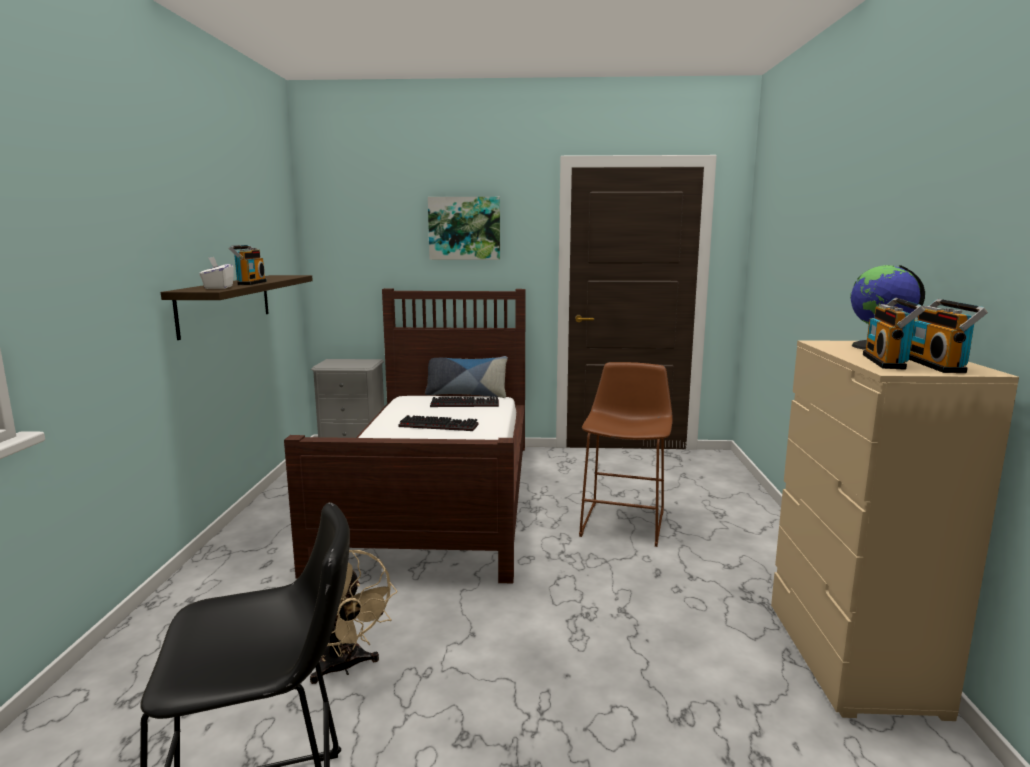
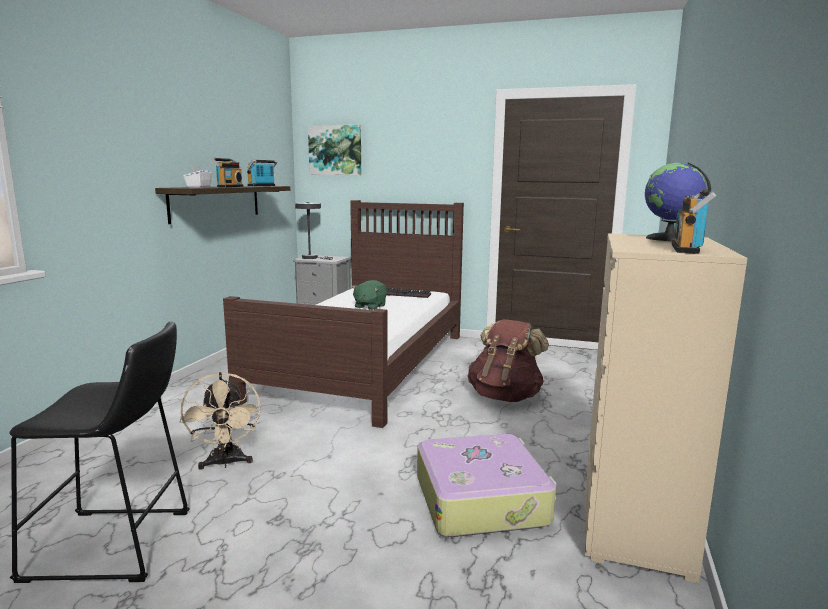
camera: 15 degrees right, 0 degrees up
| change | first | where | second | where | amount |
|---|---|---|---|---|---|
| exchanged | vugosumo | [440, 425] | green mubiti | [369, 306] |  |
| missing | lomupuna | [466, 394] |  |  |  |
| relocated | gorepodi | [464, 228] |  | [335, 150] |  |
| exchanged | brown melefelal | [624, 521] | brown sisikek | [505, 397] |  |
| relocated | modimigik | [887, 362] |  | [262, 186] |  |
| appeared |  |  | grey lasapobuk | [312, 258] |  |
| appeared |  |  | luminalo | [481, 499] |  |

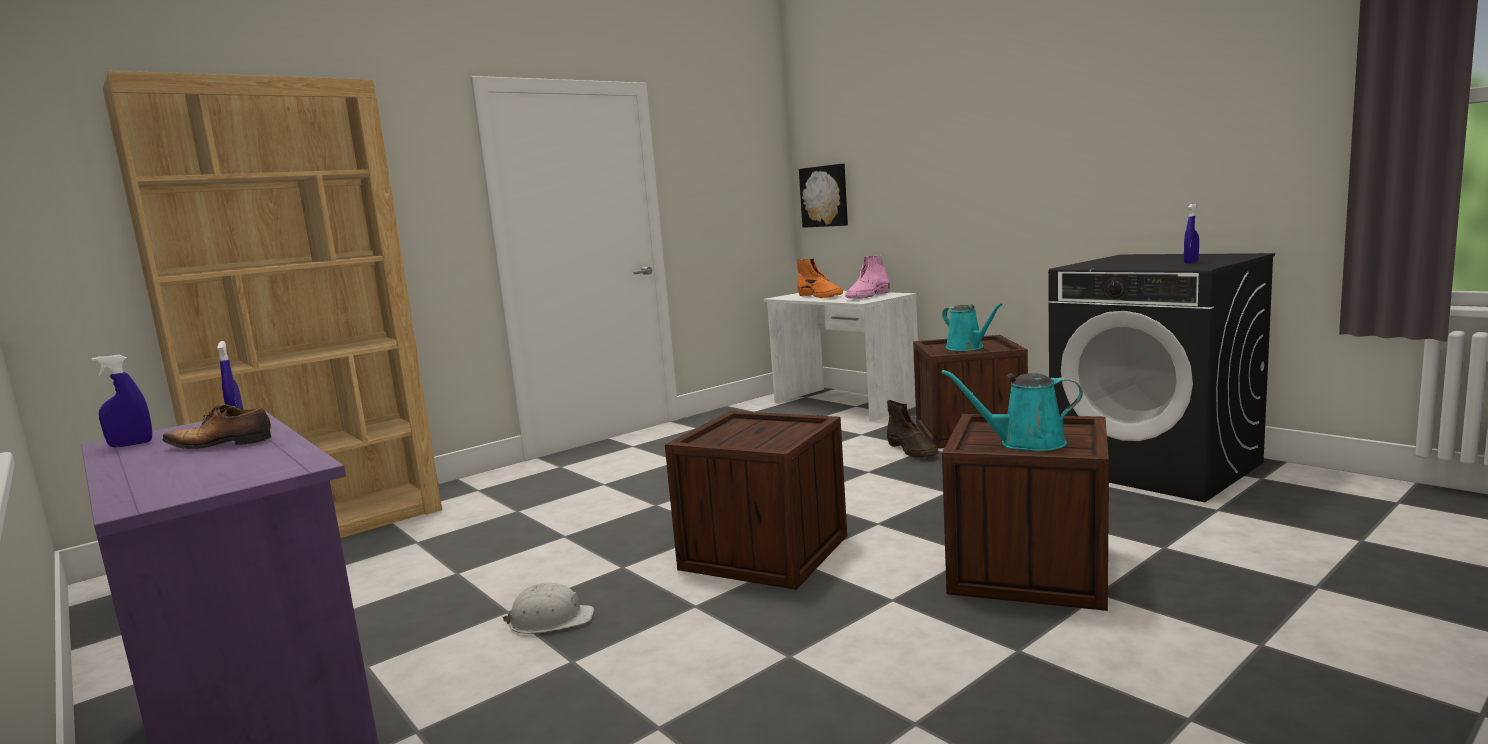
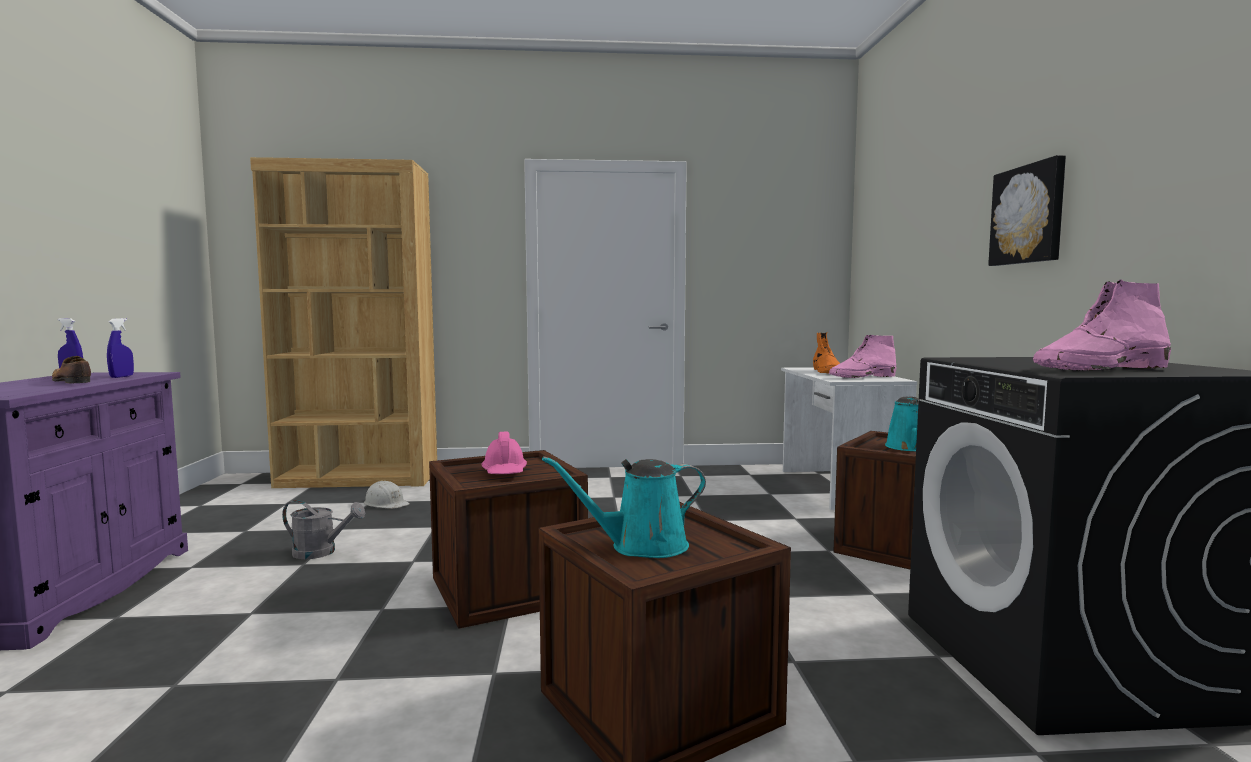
camera: 35 degrees right, 5 degrees down
| change | first | where | second | where | amount |
|---|---|---|---|---|---|
| relocated | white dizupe | [550, 620] |  | [386, 503] |  |
| relocated | gorepodi | [825, 196] |  | [1029, 214] |  |
| missing | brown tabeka | [912, 450] |  |  |  |
| spun | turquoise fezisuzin | [1025, 443] |  | [641, 546] | 60 degrees counterclockwise |
| exchanged | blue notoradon | [1191, 262] | pink tabeka | [1100, 369] |  |
| appeared |  |  | grey fezisuzin | [321, 552] |  |
| appeared |  |  | pink dizupe | [505, 472] |  |

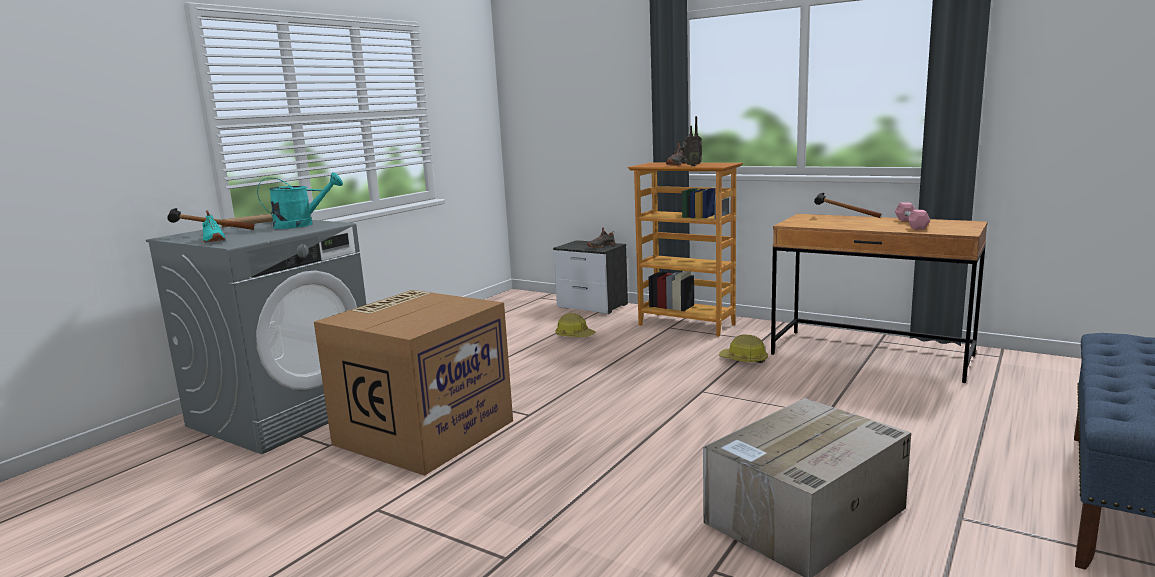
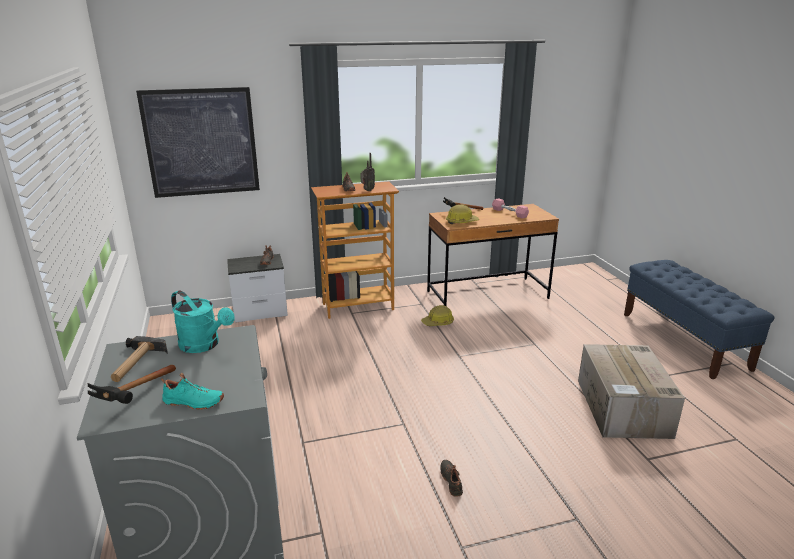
camera: 50 degrees left, 10 degrees up
| change | first | where | second | where | amount |
|---|---|---|---|---|---|
| spun | turquoise fezisuzin | [301, 224] |  | [204, 345] | 105 degrees clockwise |
| missing | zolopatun | [424, 431] |  |  |  |
| relocated | dizupe | [574, 335] |  | [461, 222] |  |
| appeared |  |  | gorepodi | [201, 142] |  |
| appeared |  |  | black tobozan | [452, 481] |  |

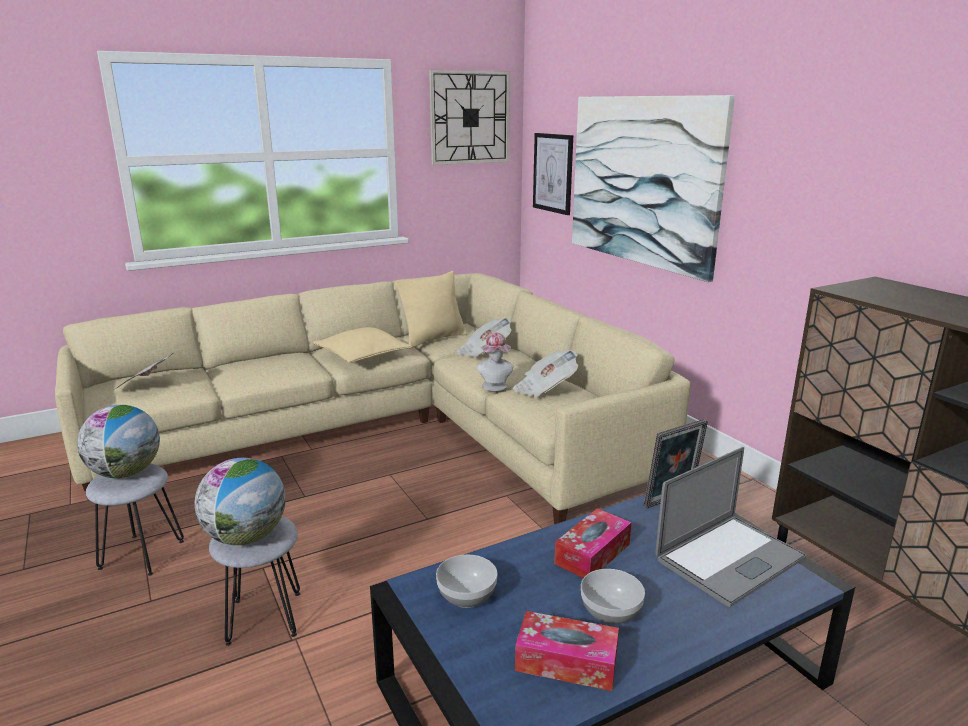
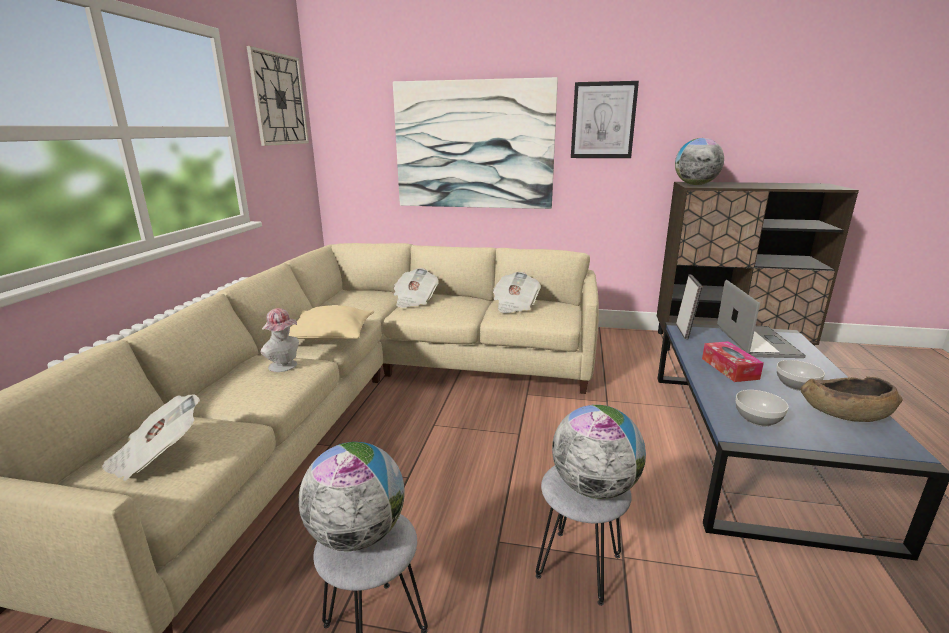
camera: 50 degrees left, 0 degrees up
| change | first | where | second | where | amount |
|---|---|---|---|---|---|
| missing | beige lomupuna | [433, 339] |  |  |  |
| relocated | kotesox | [495, 387] |  | [285, 366] |  |
| exchanged | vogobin | [566, 662] | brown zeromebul | [844, 413] |  |
| relocated | gorepodi | [553, 173] |  | [603, 120] |  |
| appeared |  |  | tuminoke | [695, 184] |  |

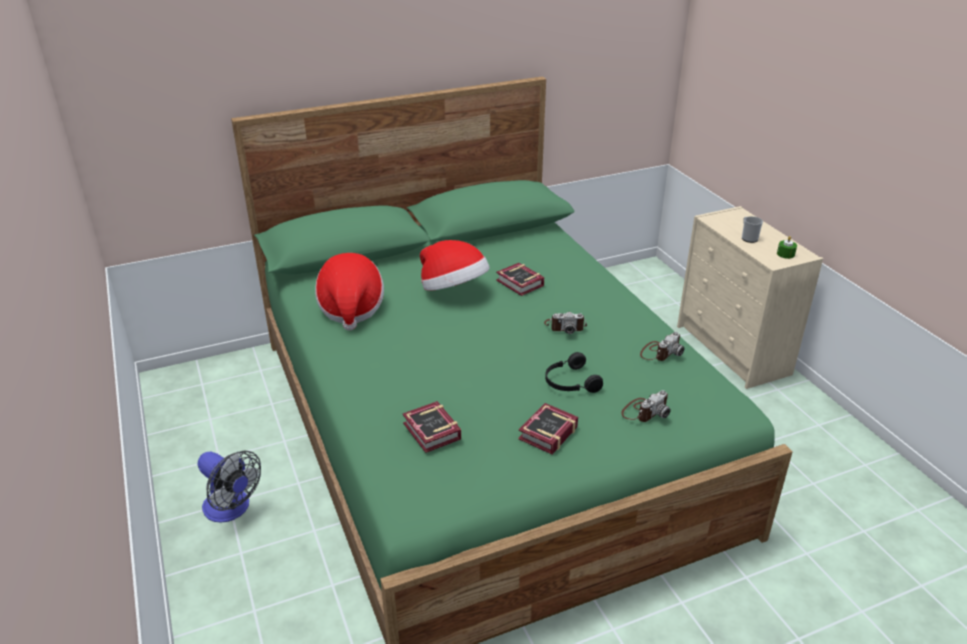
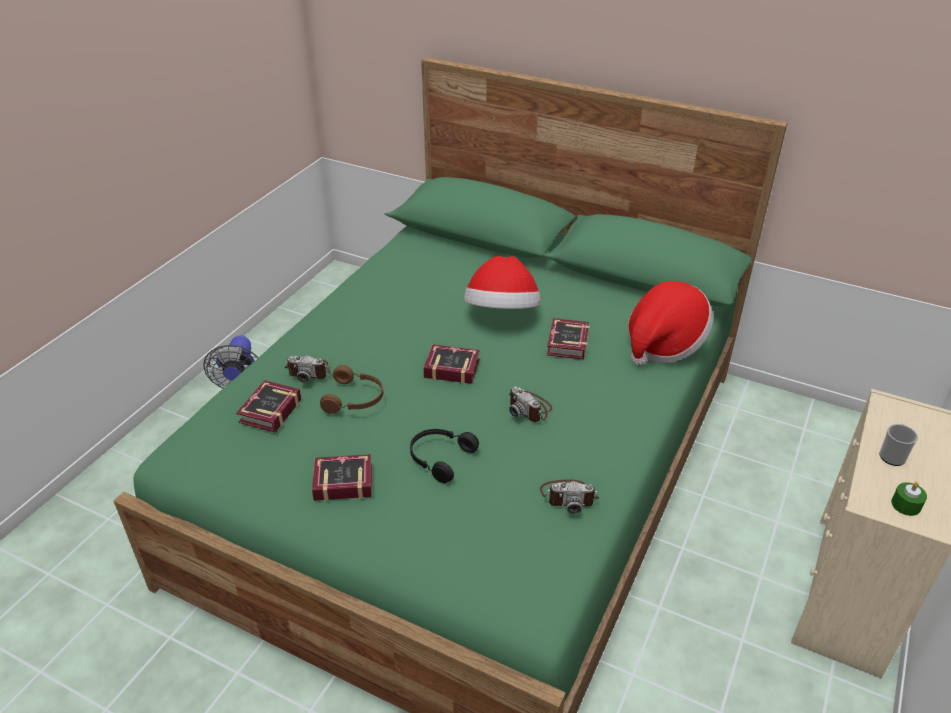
camera: 50 degrees right, 5 degrees up
| change | first | where | second | where | amount |
|---|---|---|---|---|---|
| relocated | kotesox | [351, 308] |  | [664, 343] |  |
| relocated | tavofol | [644, 411] |  | [309, 371] |  |
| appeared |  |  | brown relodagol | [355, 398] |  |
| appeared |  |  | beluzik | [449, 367] |  |

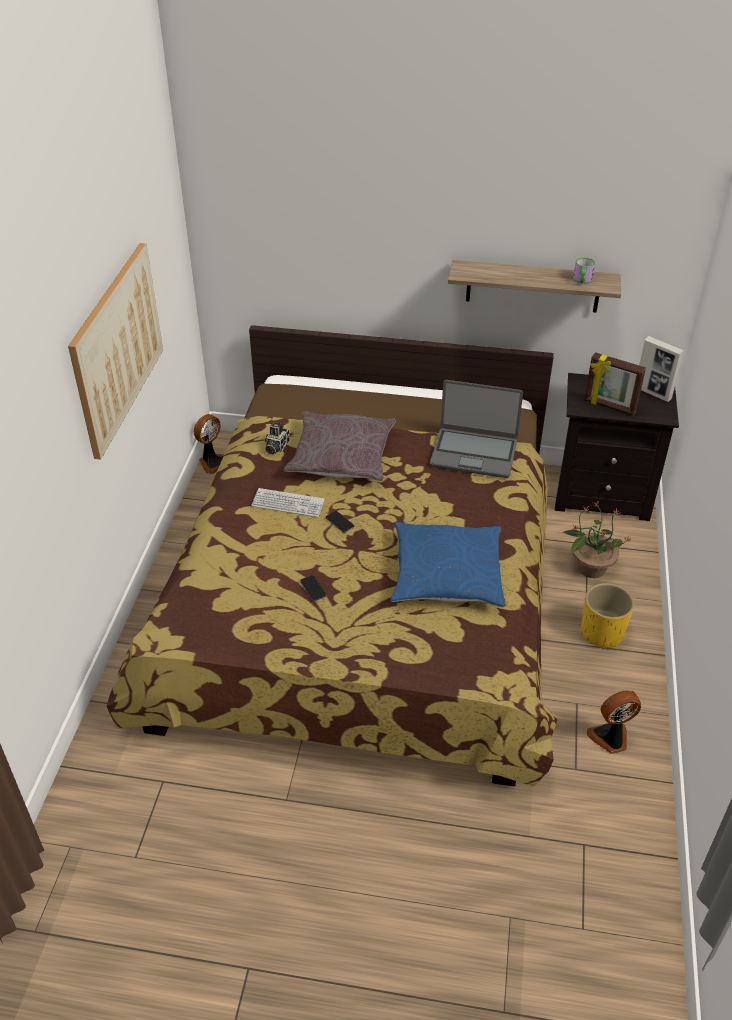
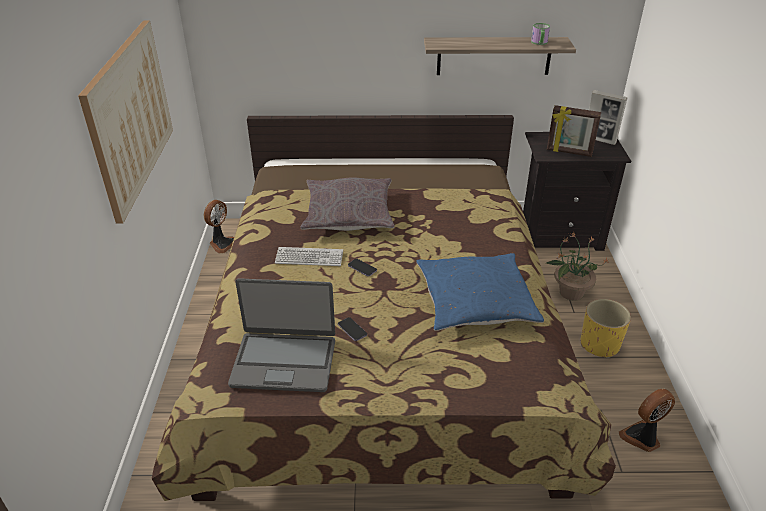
camera: 10 degrees left, 5 degrees down
| change | first | where | second | where | amount |
|---|---|---|---|---|---|
| missing | tavofol | [276, 447] |  |  |  |
| relocated | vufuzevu | [474, 453] |  | [284, 361] |  |

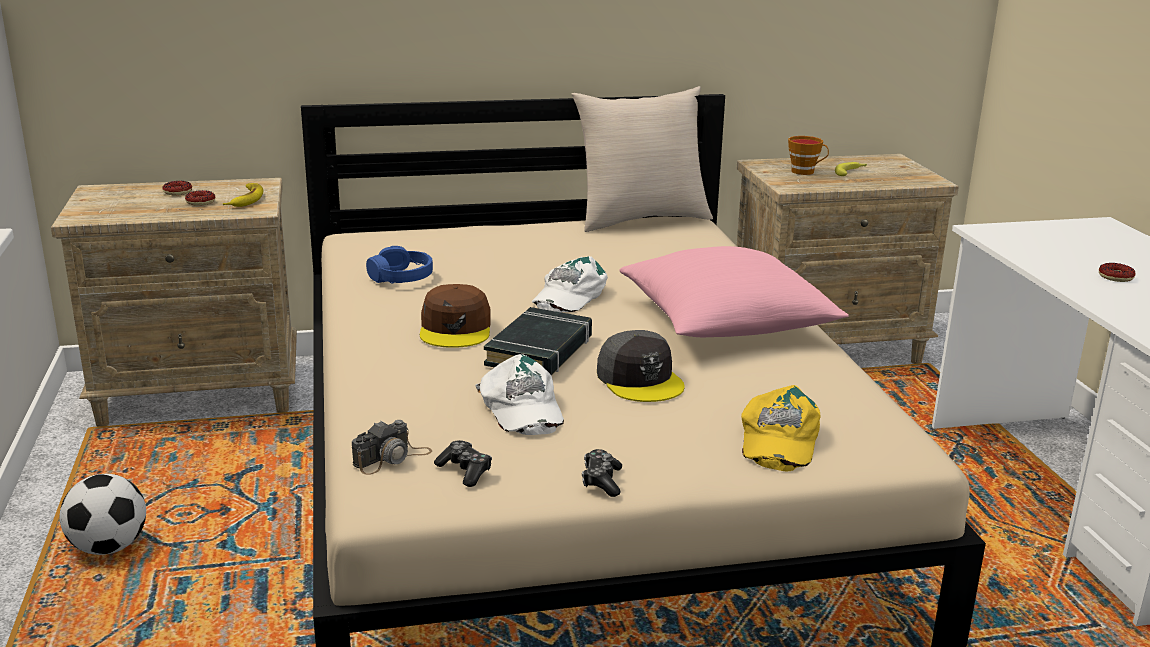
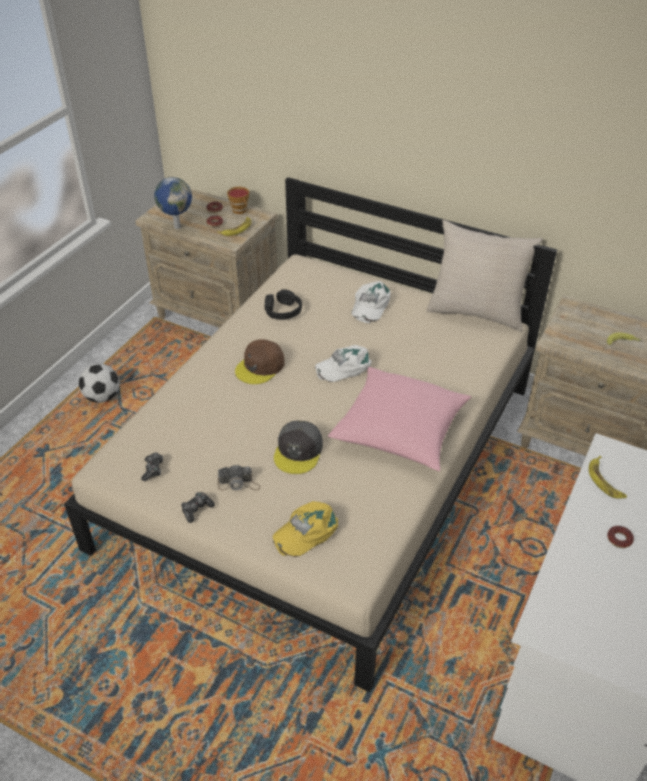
camera: 40 degrees right, 20 degrees up
| change | first | where | second | where | amount |
|---|---|---|---|---|---|
| relocated | tavofol | [392, 458] |  | [239, 484] |  |
| colour | blue relodagol | [401, 277] | black relodagol | [282, 311] |  |
| relocated | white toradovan | [520, 408] |  | [370, 305] |  |
| missing | black beluzik | [540, 351] |  |  |  |
| relocated | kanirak | [805, 172] |  | [240, 211] |  |
| appeared |  |  | tuminoke | [177, 226] |  |
| appeared |  |  | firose | [605, 481] |  |

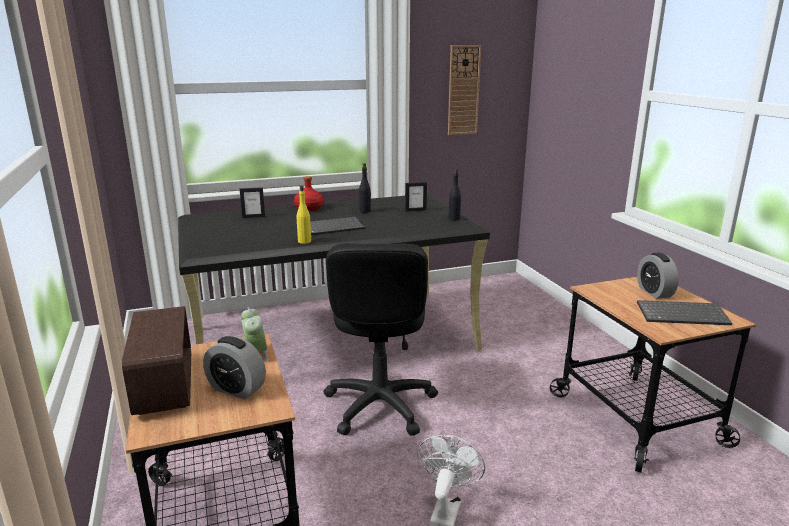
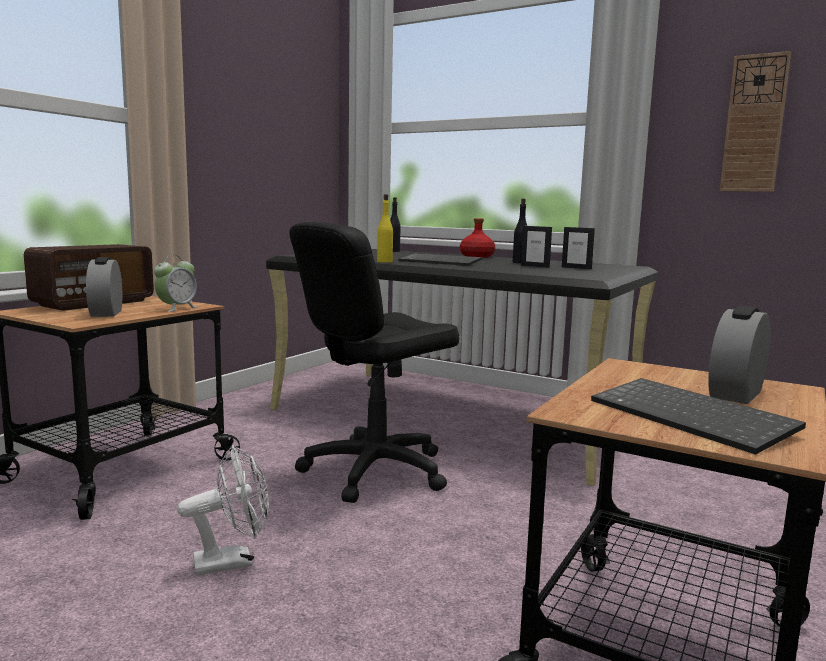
camera: 50 degrees right, 10 degrees down
| change | first | where | second | where | amount |
|---|---|---|---|---|---|
| relocated | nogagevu | [253, 217] |  | [535, 266] |  |
| relocated | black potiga | [454, 219] |  | [394, 251] |  |

